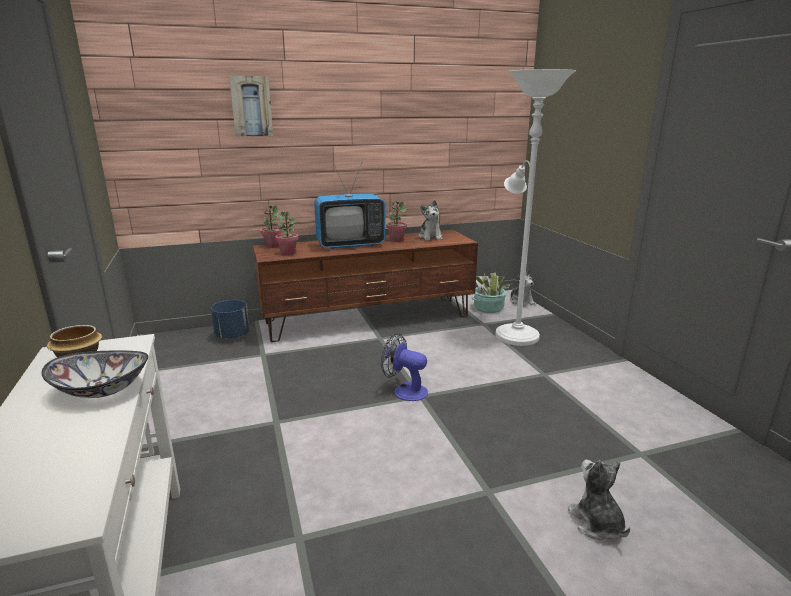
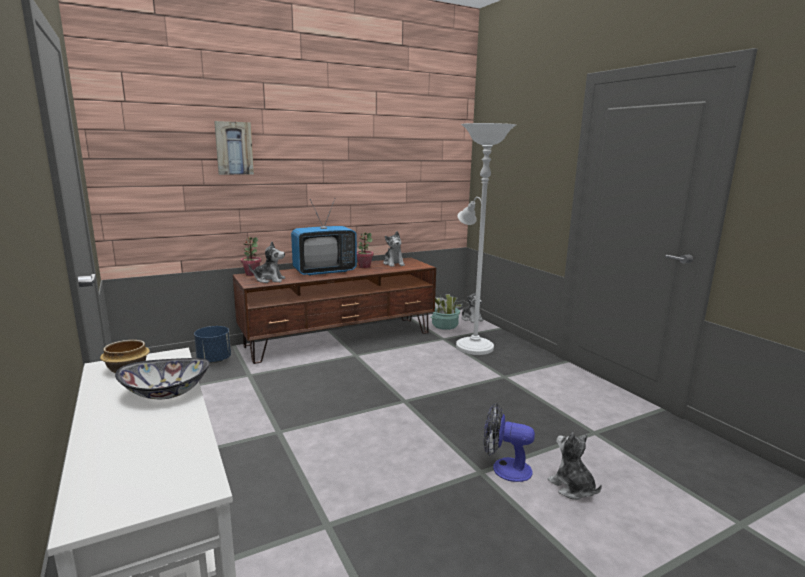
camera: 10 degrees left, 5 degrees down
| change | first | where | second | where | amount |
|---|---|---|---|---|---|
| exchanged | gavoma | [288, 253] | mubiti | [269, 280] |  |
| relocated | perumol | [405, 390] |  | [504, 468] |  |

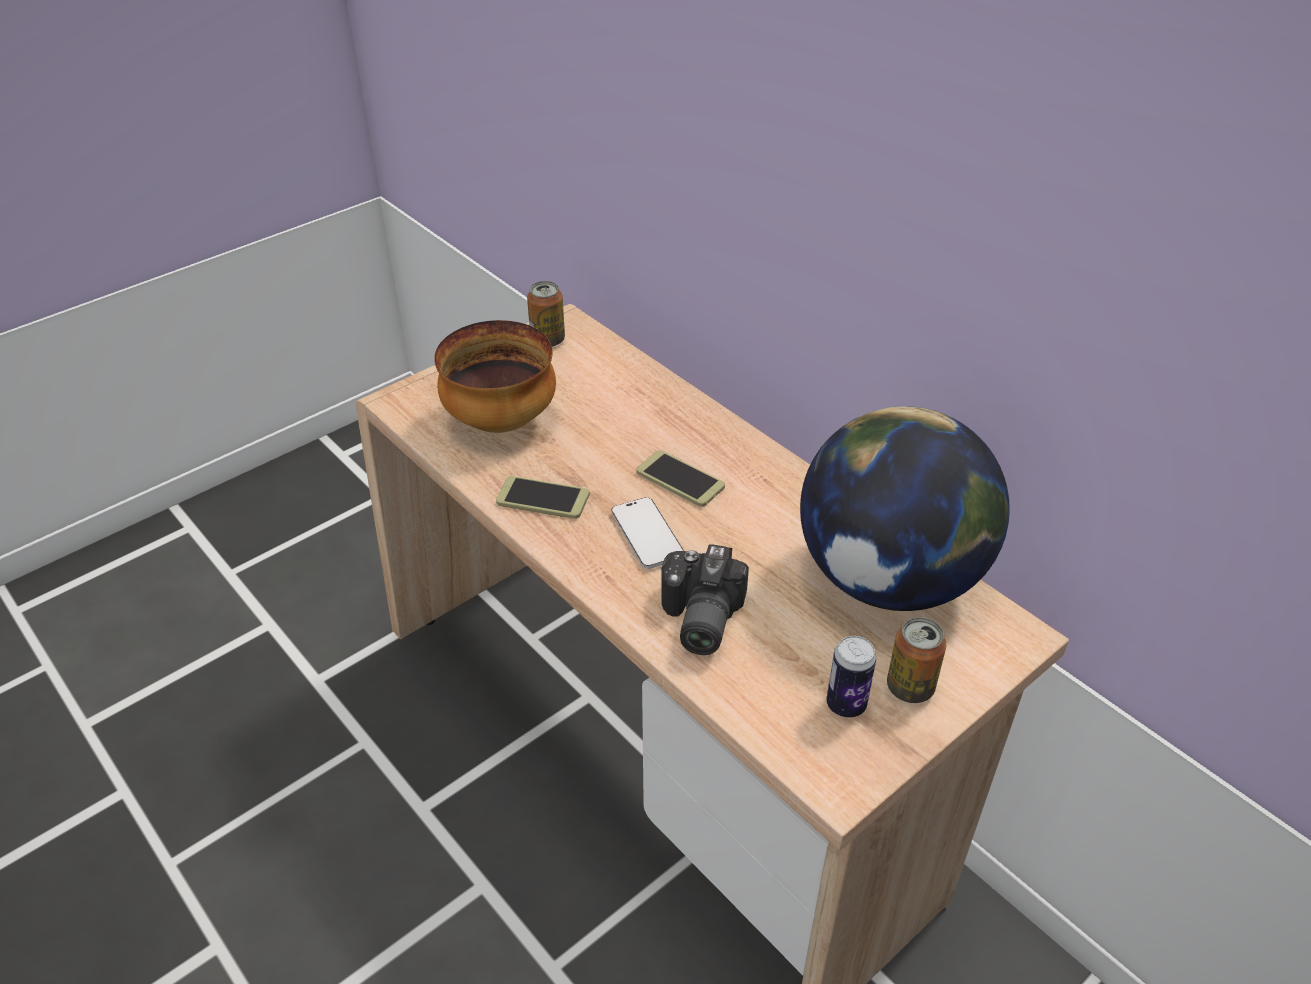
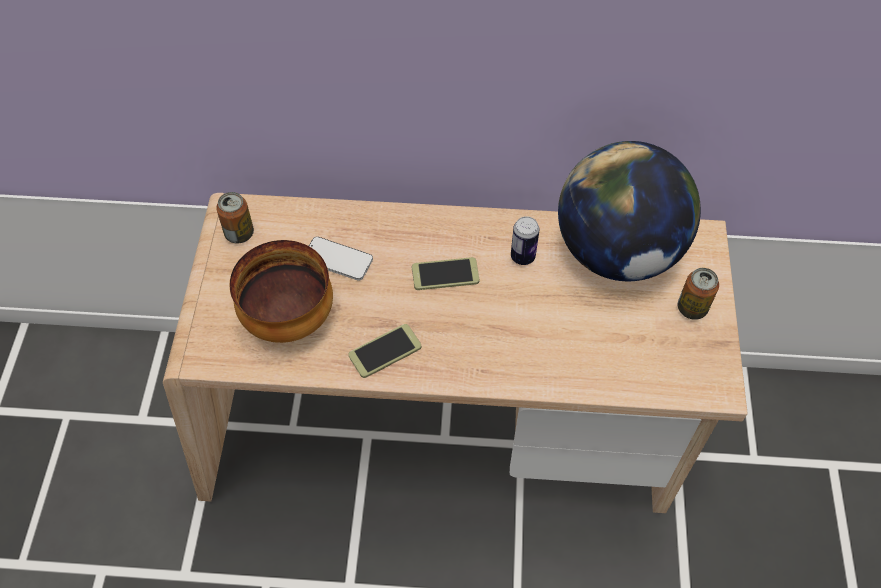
camera: 45 degrees left, 15 degrees up
| change | first | where | second | where | amount |
|---|---|---|---|---|---|
| relocated | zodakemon | [647, 535] |  | [337, 260] |  |
| missing | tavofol | [697, 619] |  |  |  |
| relocated | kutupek | [846, 705] |  | [522, 257] |  |

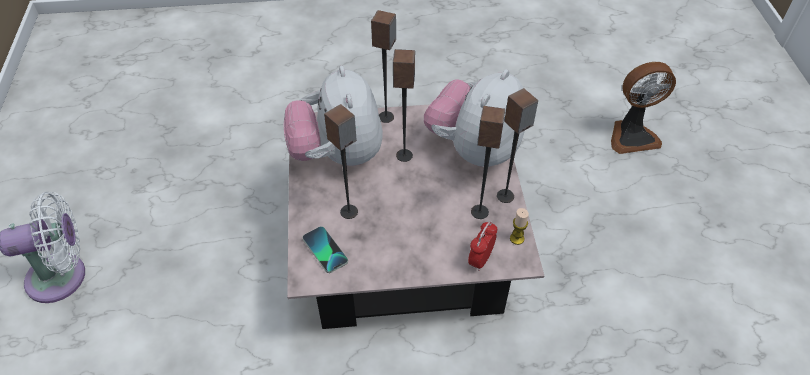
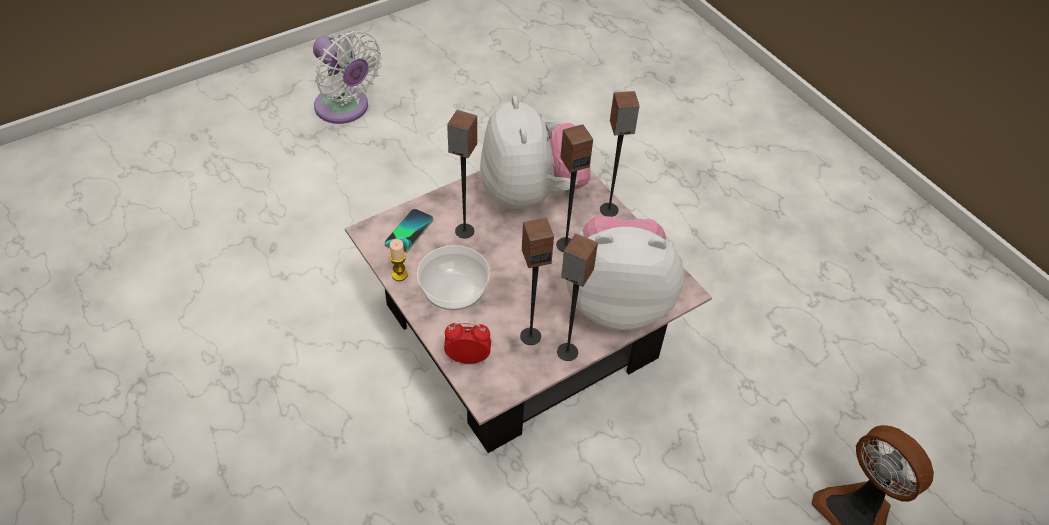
camera: 60 degrees right, 0 degrees up
| change | first | where | second | where | amount |
|---|---|---|---|---|---|
| spun | mubiti | [338, 154] |  | [531, 193] | 120 degrees clockwise |
| relocated | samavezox | [517, 238] |  | [399, 275] |  |
| appeared |  |  | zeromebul | [453, 289] |  |

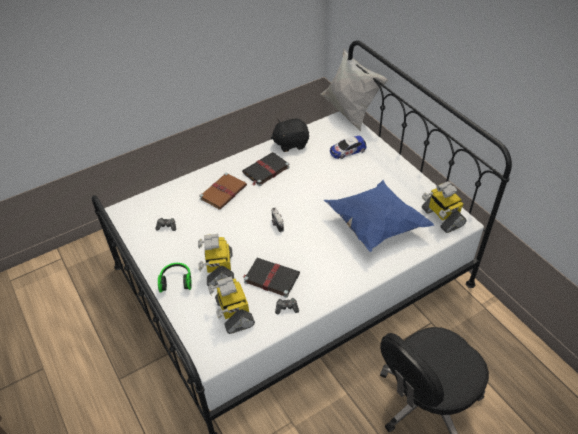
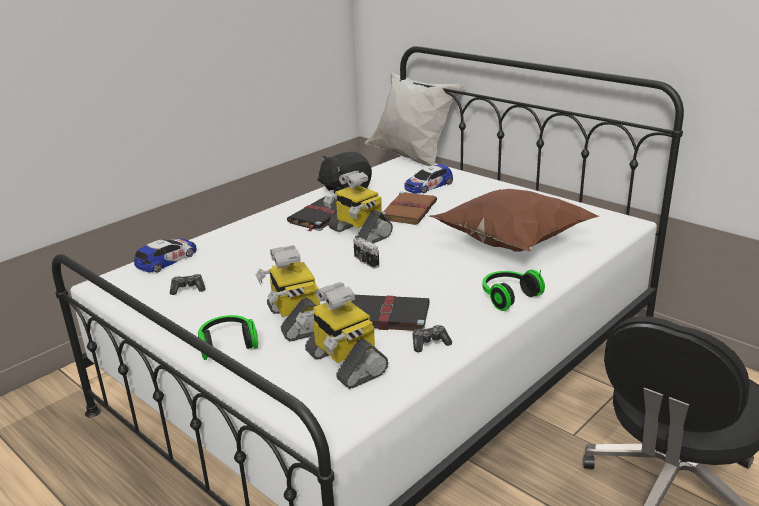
camera: 15 degrees left, 20 degrees down
| change | first | where | second | where | amount |
|---|---|---|---|---|---|
| relocated | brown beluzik | [224, 192] |  | [409, 210] |  |
| colour | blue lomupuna | [374, 226] | brown lomupuna | [510, 243] |  |
| relocated | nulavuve | [441, 217] |  | [359, 233] |  |
| appeared |  |  | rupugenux | [167, 260] |  |
| appeared |  |  | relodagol | [507, 297] |  |

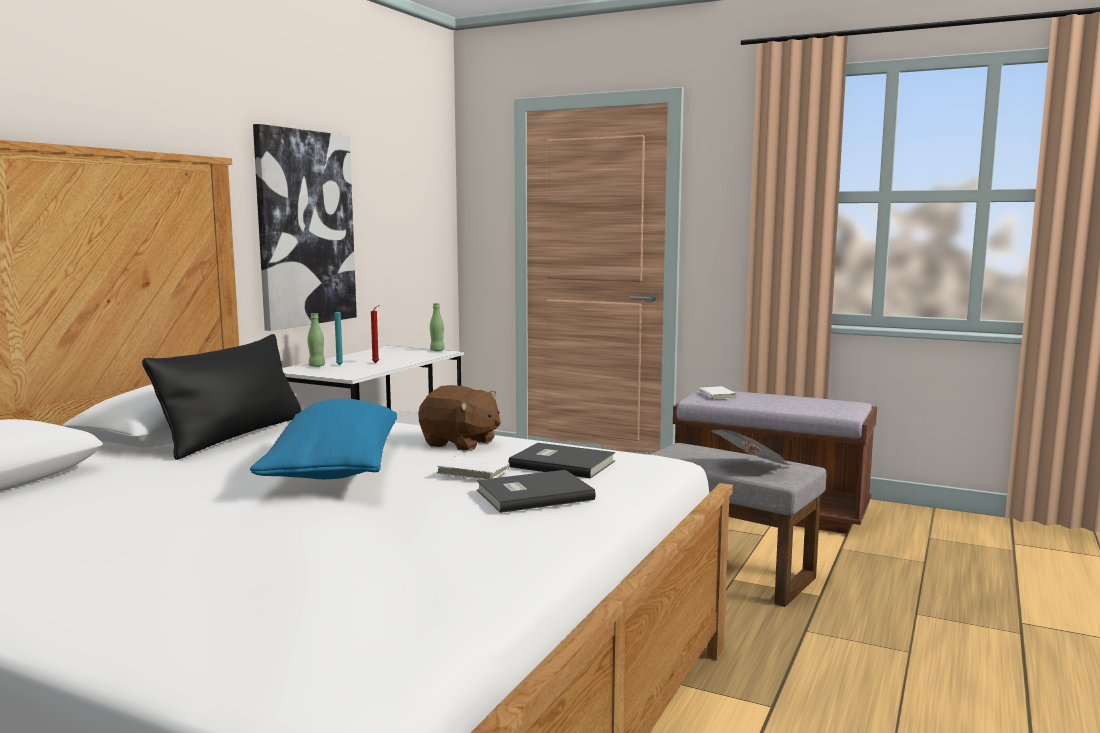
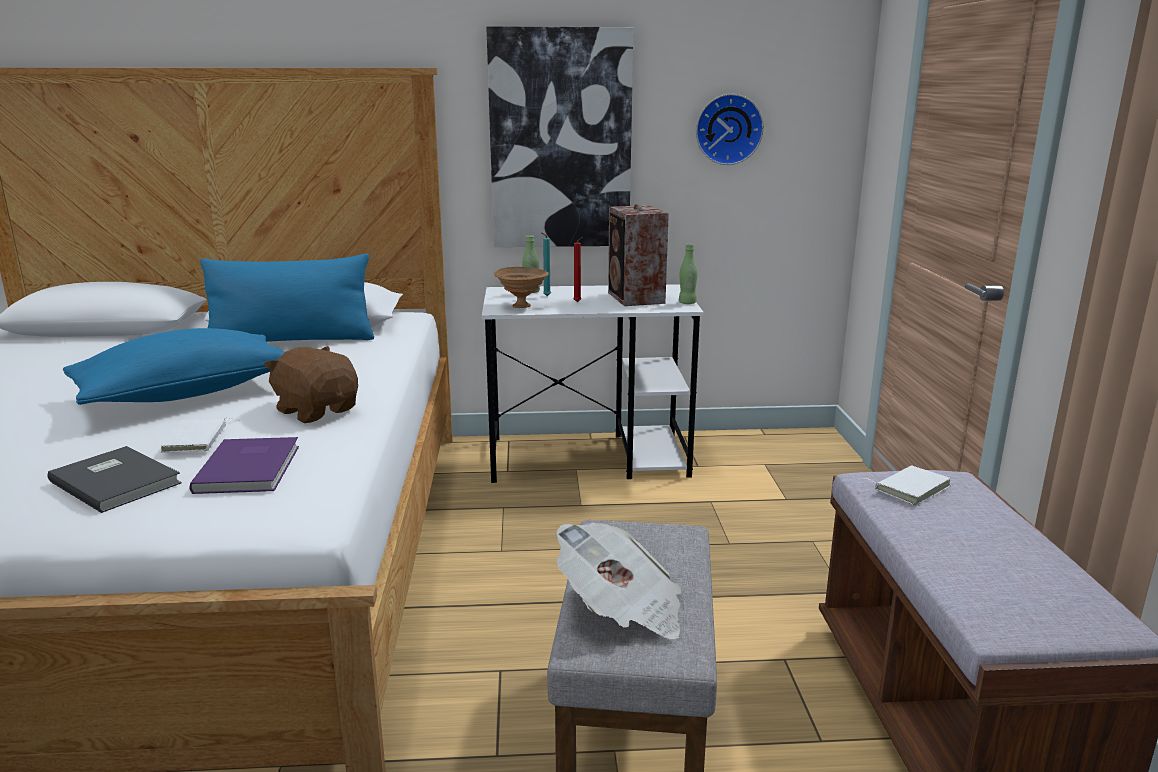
camera: 60 degrees right, 10 degrees up
| change | first | where | second | where | amount |
|---|---|---|---|---|---|
| colour | black lomupuna | [235, 436] | blue lomupuna | [292, 340] |  |
| spun | brown mubiti | [460, 443] |  | [317, 410] | 135 degrees clockwise |
| colour | grey beluzik | [562, 463] | purple beluzik | [251, 468] |  |
| appeared |  |  | brown zeromebul | [522, 306] |  |
| appeared |  |  | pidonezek | [635, 298] |  |
| appeared |  |  | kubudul | [728, 129] |  |

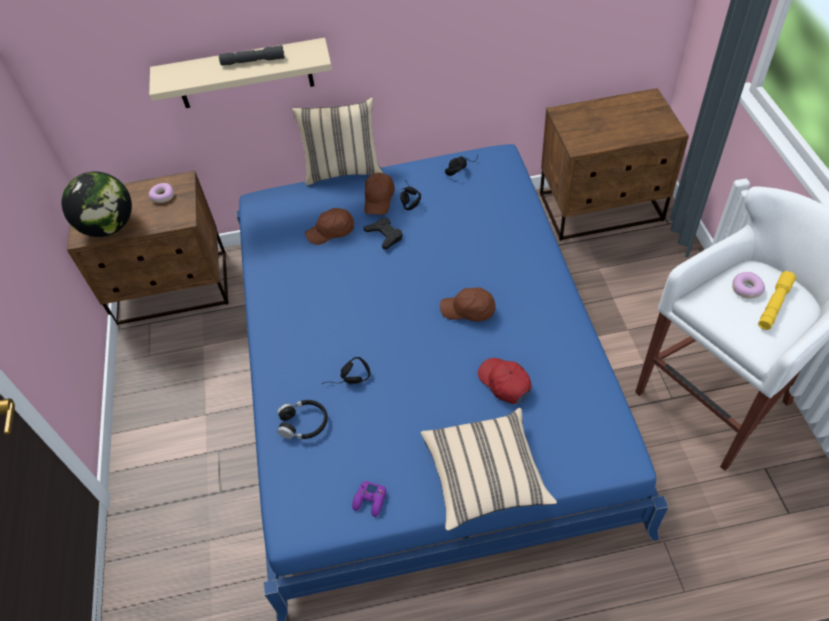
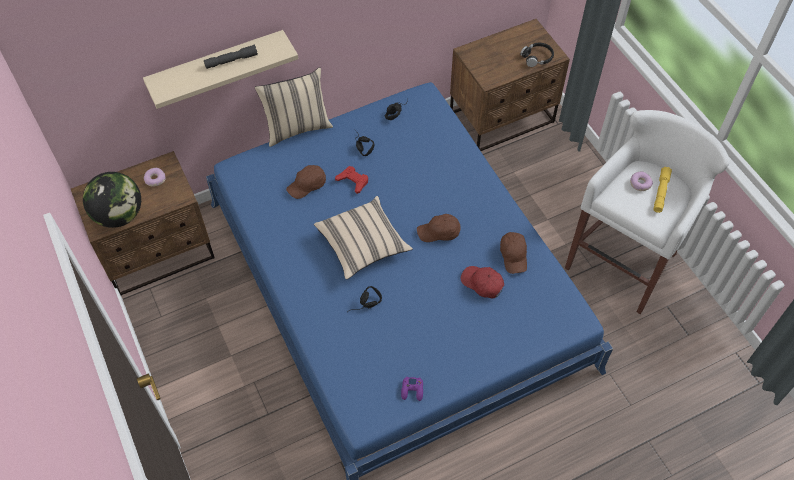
camera: 20 degrees left, 5 degrees up
| change | first | where | second | where | amount |
|---|---|---|---|---|---|
| relocated | black relodagol | [304, 423] |  | [537, 58] |  |
| relocated | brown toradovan | [379, 199] |  | [513, 255] |  |
| colour | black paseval | [385, 235] | red paseval | [353, 181] |  |
| relocated | beige lomupuna | [485, 476] |  | [362, 245] |  |

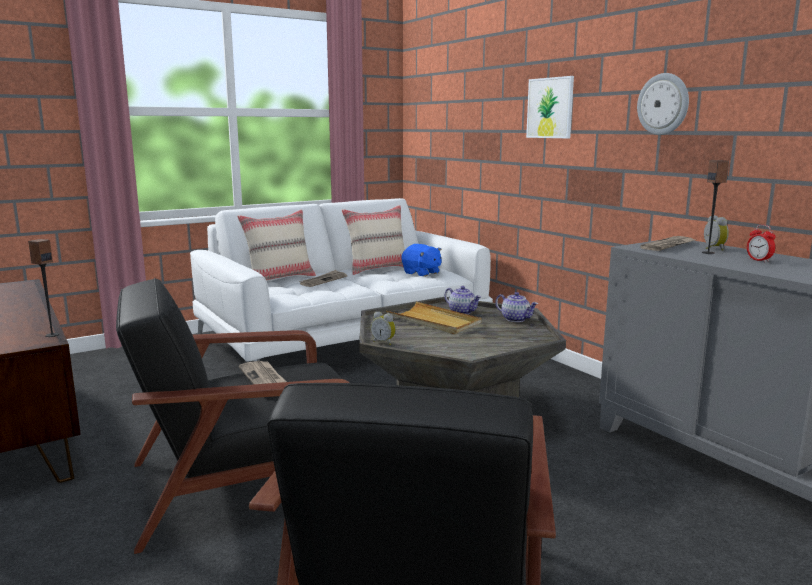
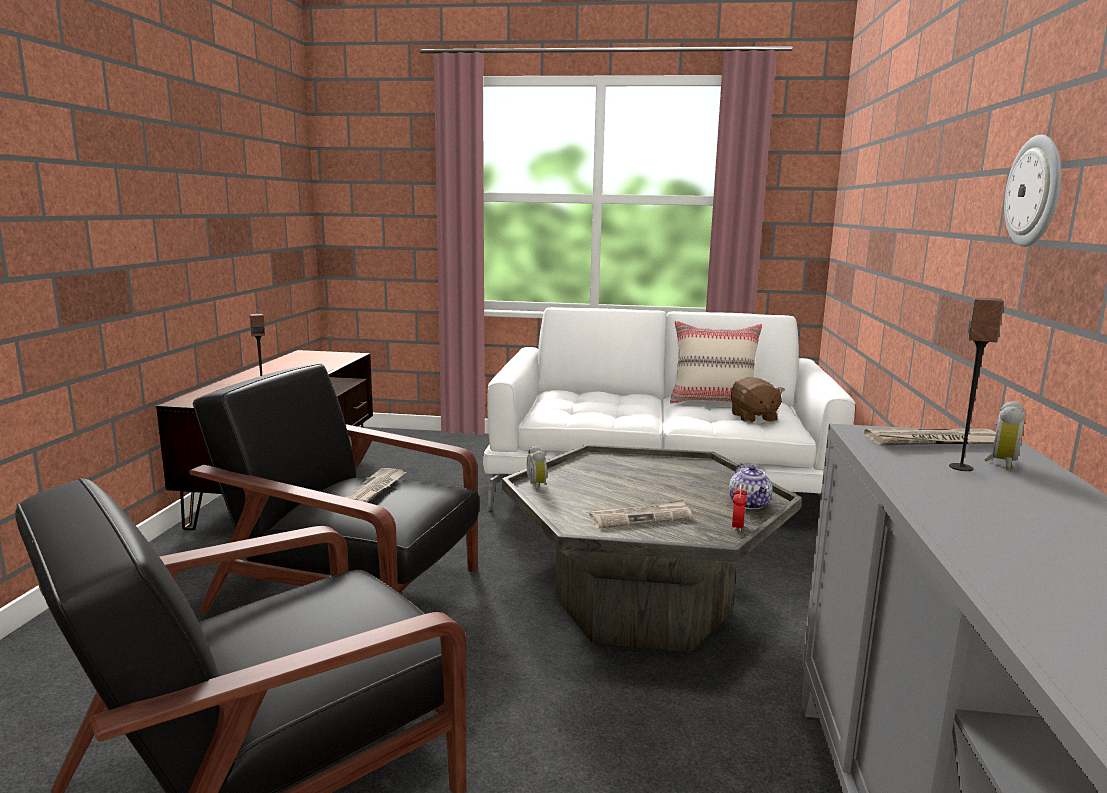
camera: 40 degrees right, 0 degrees up
| change | first | where | second | where | amount |
|---|---|---|---|---|---|
| missing | beige lomupuna | [279, 278] |  |  |  |
| relocated | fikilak | [323, 280] |  | [641, 517] |  |
| missing | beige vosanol | [434, 321] |  |  |  |
| colour | blue mubiti | [421, 273] | brown mubiti | [753, 417] |  |
| missing | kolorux | [462, 312] |  |  |  |
| missing | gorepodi | [550, 108] |  |  |  |
| relocated | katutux | [759, 260] |  | [737, 527] |  |

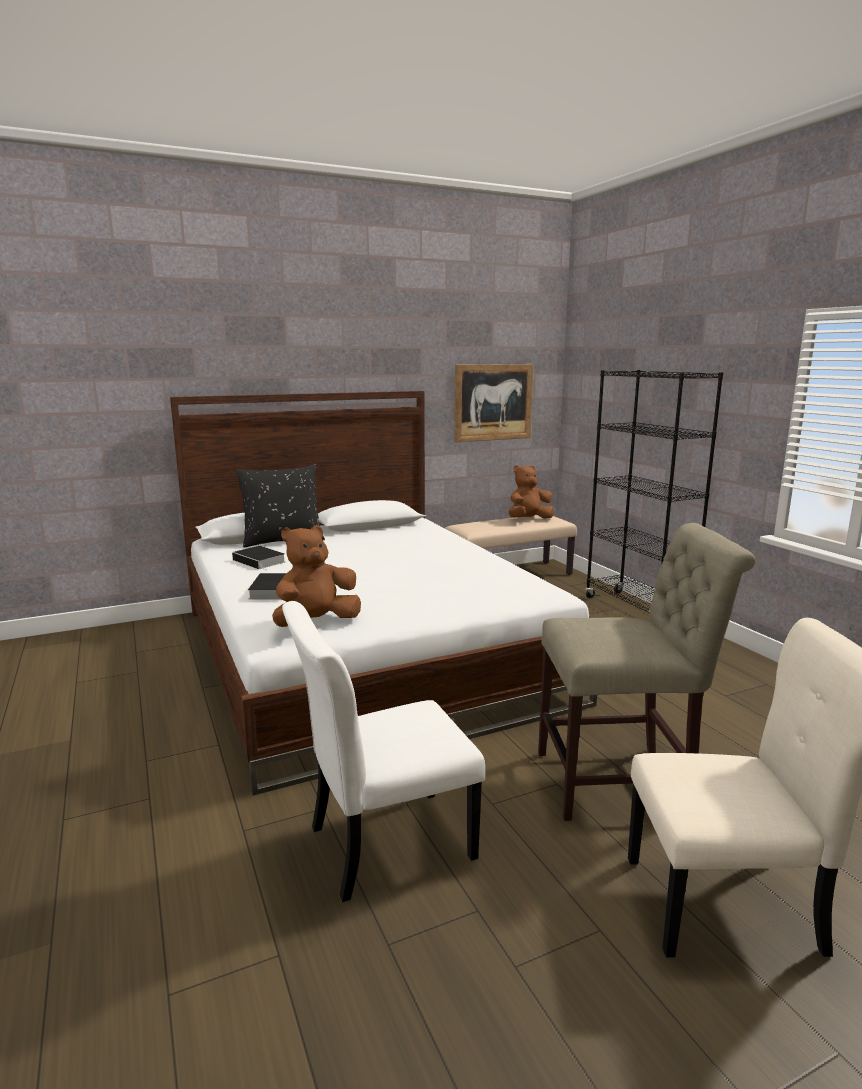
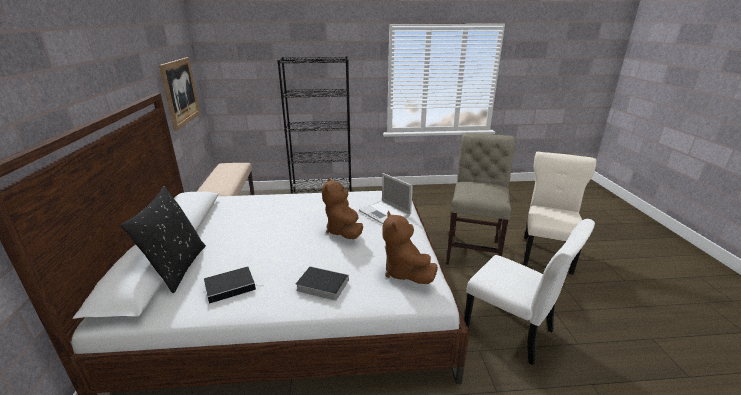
camera: 70 degrees left, 10 degrees up
| change | first | where | second | where | amount |
|---|---|---|---|---|---|
| spun | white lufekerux | [384, 844] |  | [511, 331] | 45 degrees counterclockwise |
| relocated | brown mubiti | [529, 519] |  | [344, 231] |  |
| appeared |  |  | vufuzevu | [385, 213] |  |

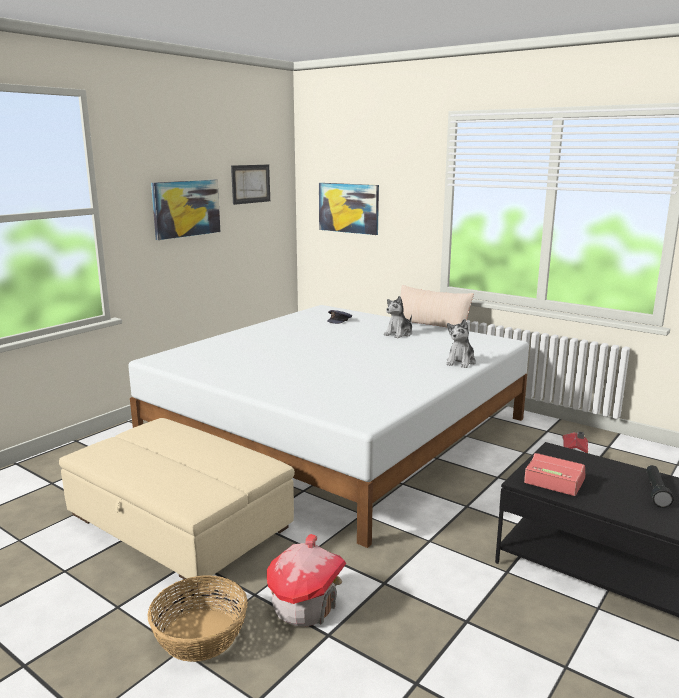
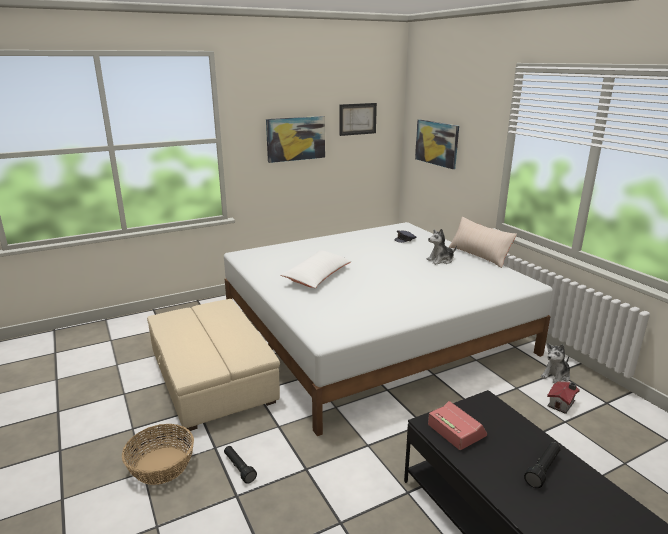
camera: 25 degrees right, 5 degrees up
| change | first | where | second | where | amount |
|---|---|---|---|---|---|
| exchanged | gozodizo | [305, 606] | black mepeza | [239, 468] |  |
| relocated | mubiti | [461, 362] |  | [556, 376] |  |
| appeared |  |  | white lomupuna | [317, 276] |  |

